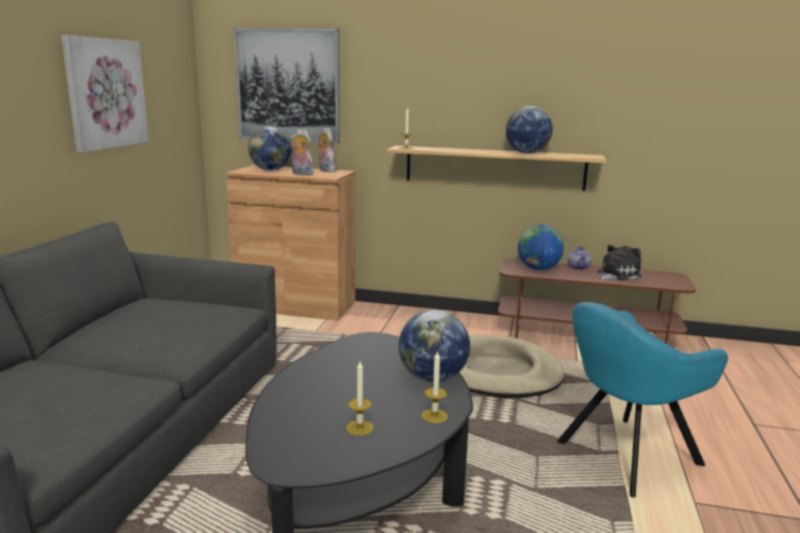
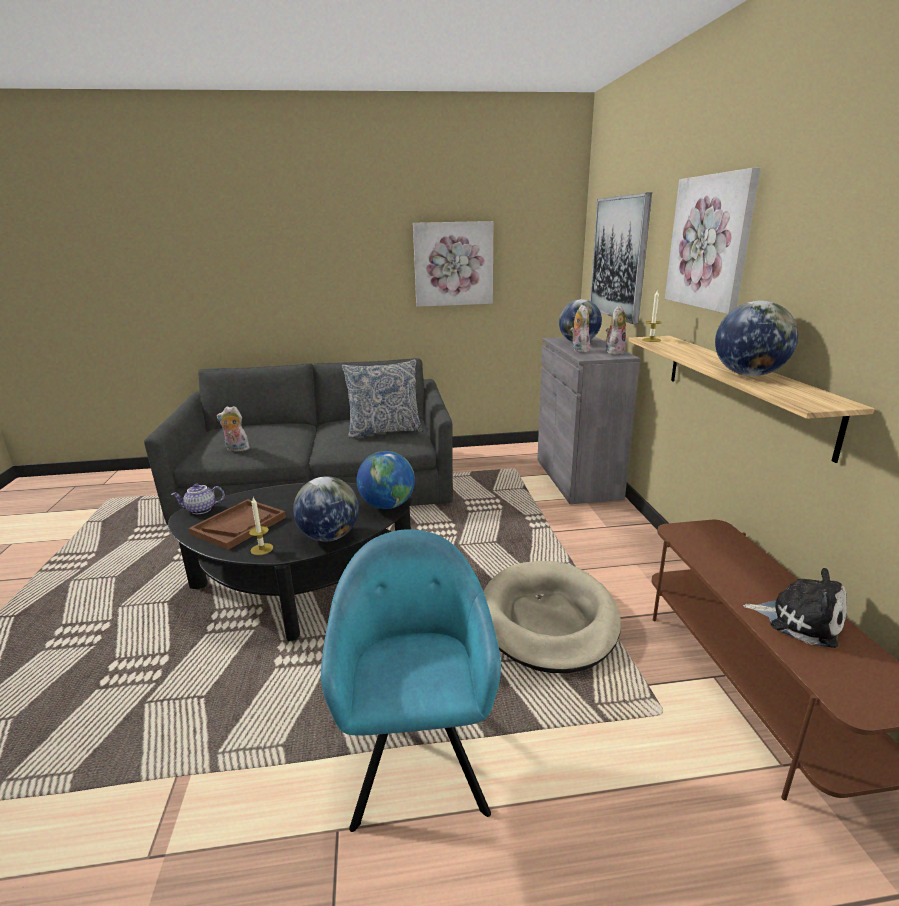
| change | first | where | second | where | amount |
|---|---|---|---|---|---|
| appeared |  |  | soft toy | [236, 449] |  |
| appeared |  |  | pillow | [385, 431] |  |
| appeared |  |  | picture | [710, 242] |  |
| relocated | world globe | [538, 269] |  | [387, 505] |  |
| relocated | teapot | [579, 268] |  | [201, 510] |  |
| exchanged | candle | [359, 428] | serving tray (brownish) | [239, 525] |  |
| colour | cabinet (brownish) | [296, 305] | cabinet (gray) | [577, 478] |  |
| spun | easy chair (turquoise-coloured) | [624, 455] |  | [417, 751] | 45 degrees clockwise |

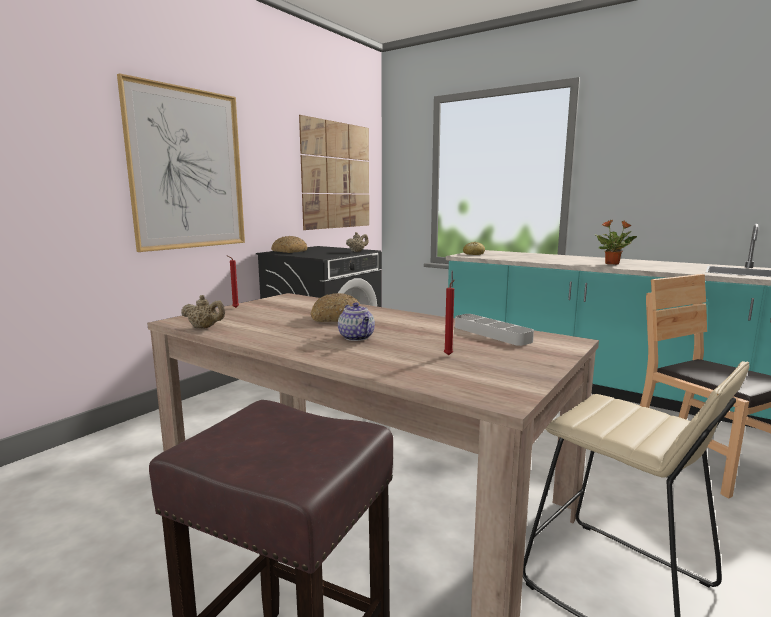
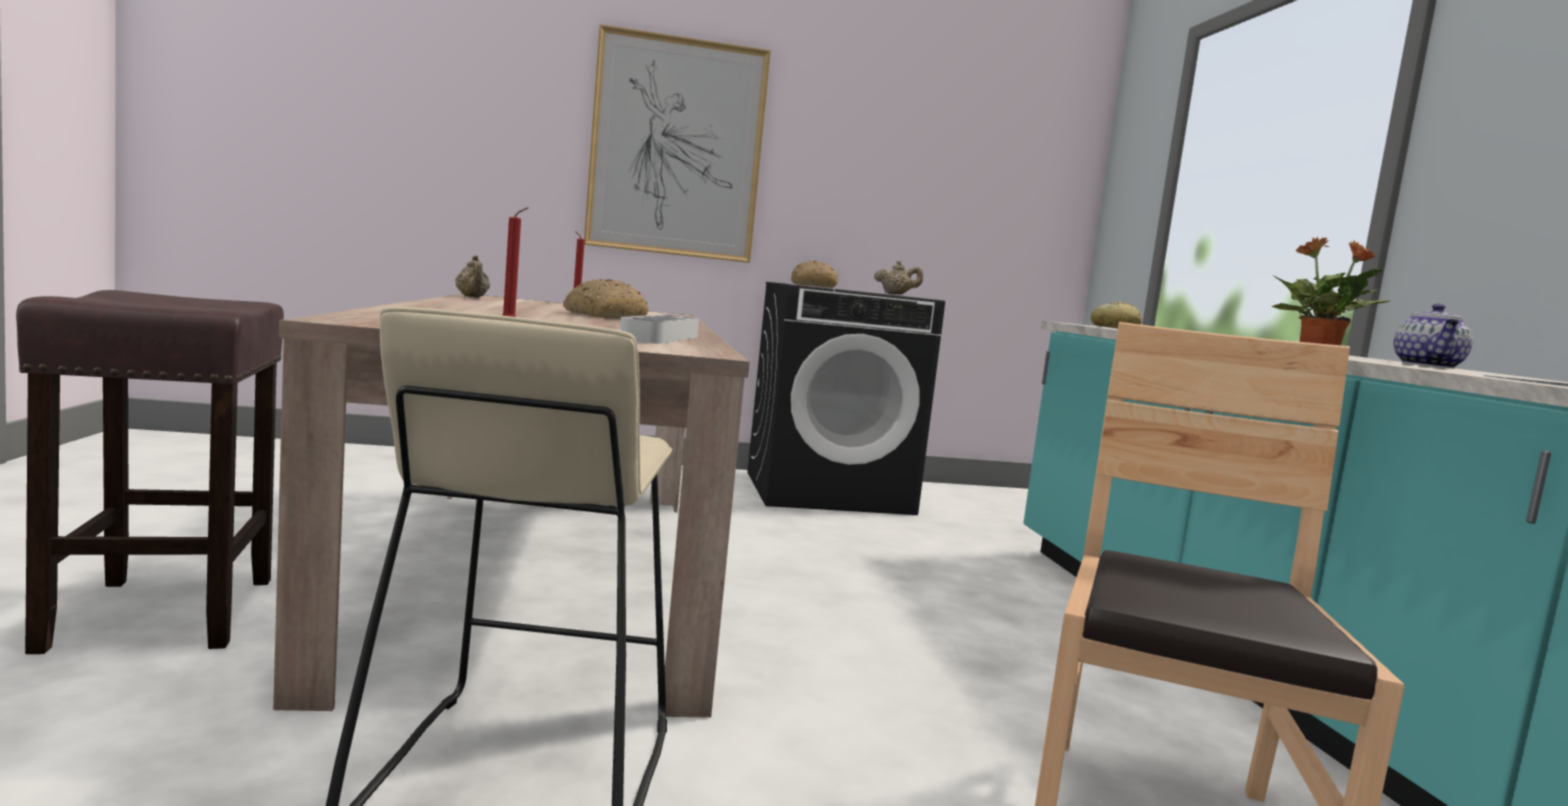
| change | first | where | second | where | amount |
|---|---|---|---|---|---|
| missing | picture | [336, 176] |  |  |  |
| relocated | teapot | [357, 337] |  | [1428, 366] |  |

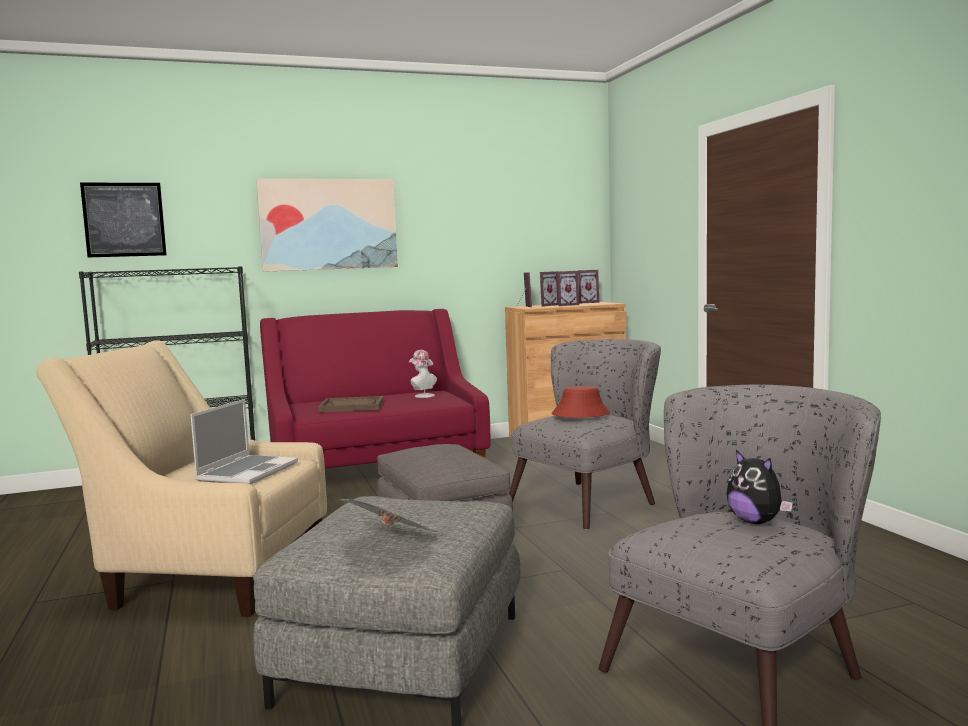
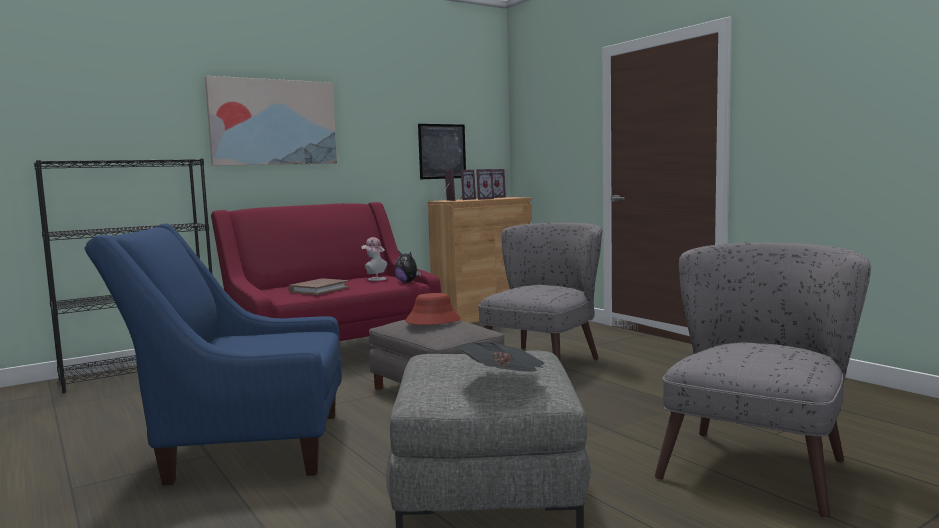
| change | first | where | second | where | amount |
|---|---|---|---|---|---|
| missing | notebook computer | [248, 472] |  |  |  |
| relocated | picture | [124, 219] |  | [442, 151] |  |
| relocated | hat (reddish) | [580, 414] |  | [432, 321] |  |
| relocated | soft toy | [756, 522] |  | [407, 282] |  |
| exchanged | serving tray (brownish) | [352, 406] | volume (brownish) | [319, 290] |  |
| colour | easy chair (beige) | [208, 576] | easy chair (blue-coloured) | [242, 447] |  |

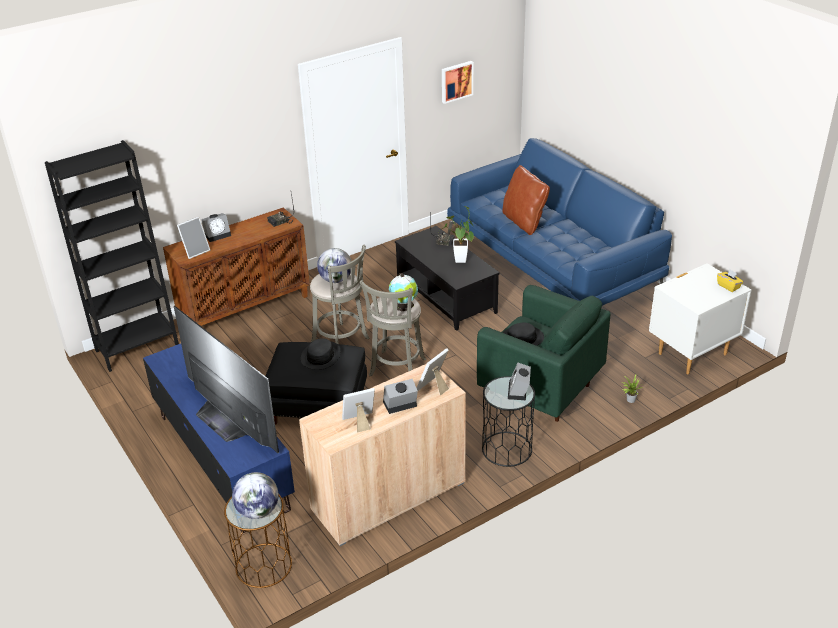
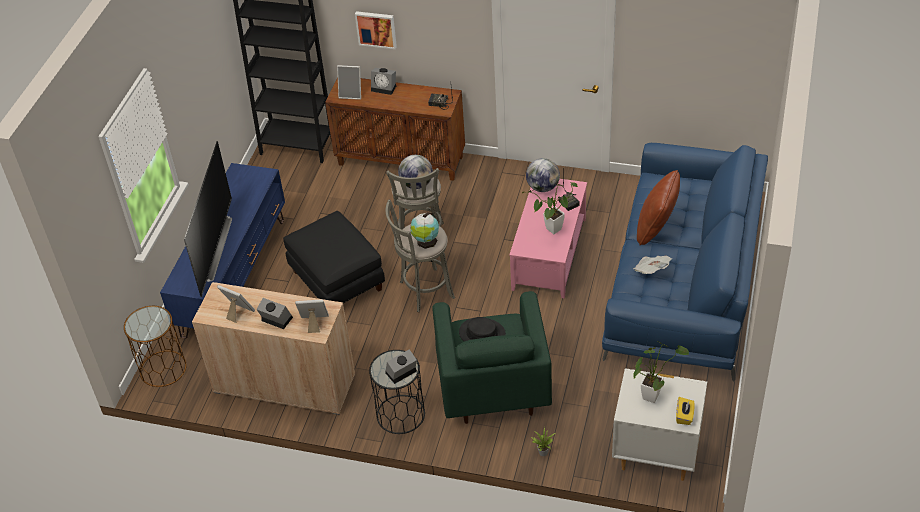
| change | first | where | second | where | amount |
|---|---|---|---|---|---|
| missing | hat (black-coloured) | [320, 356] |  |  |  |
| appeared |  |  | printed paper | [651, 270] |  |
| appeared |  |  | houseplant | [652, 394] |  |
| relocated | world globe | [258, 511] |  | [543, 187] |  |
| relocated | picture | [456, 81] |  | [376, 29] |  |
| colour | low table (black-coloured) | [447, 296] | low table (pink) | [550, 254] |  |

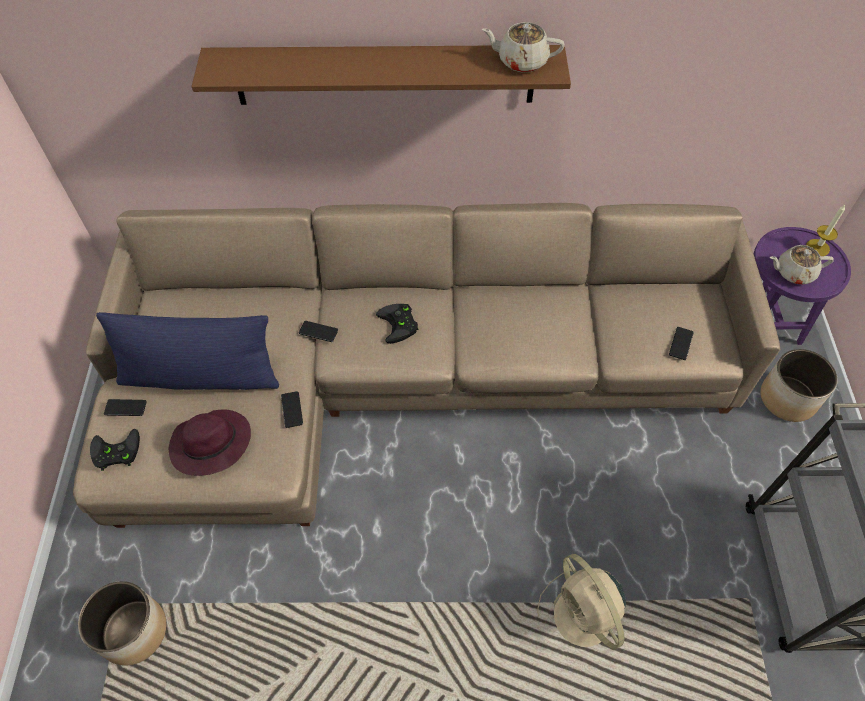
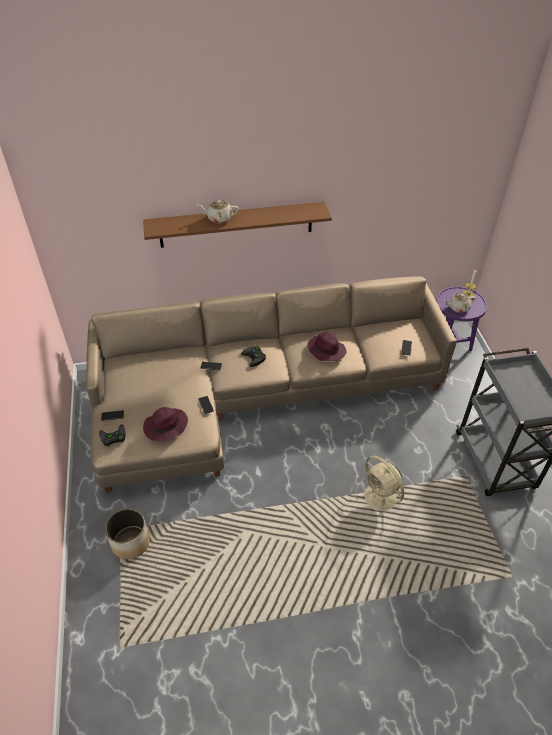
| change | first | where | second | where | amount |
|---|---|---|---|---|---|
| missing | pillow (blue-coloured) | [200, 376] |  |  |  |
| missing | flower pot | [787, 399] |  |  |  |
| appeared |  |  | hat (purple-coloured) | [326, 350] |  |
| relocated | teapot (beige) | [521, 61] |  | [219, 218] |  |

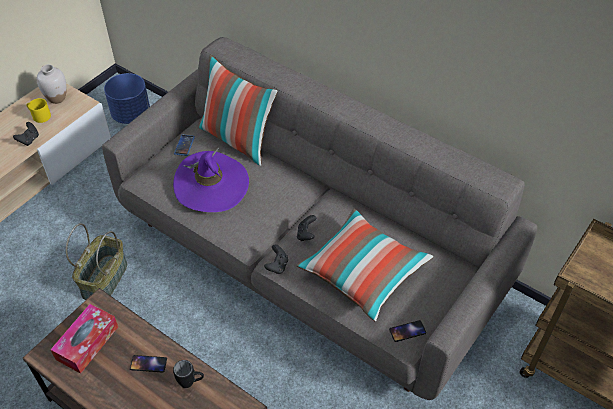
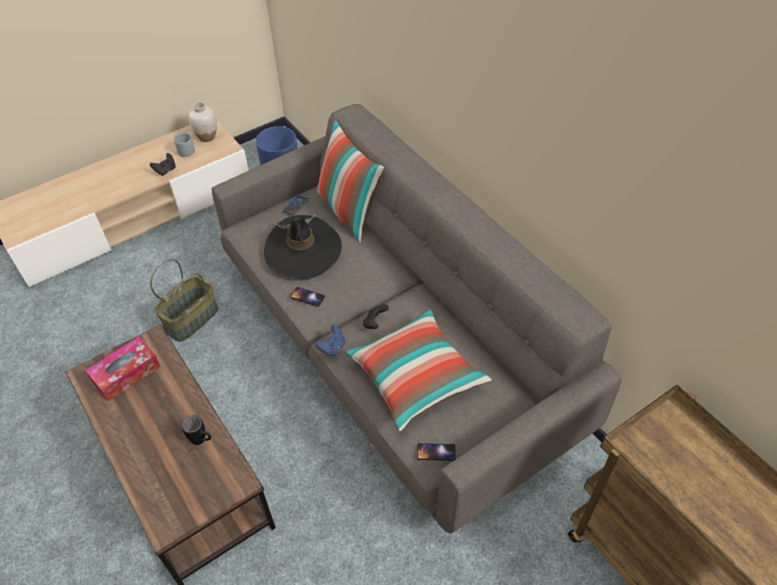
| change | first | where | second | where | amount |
|---|---|---|---|---|---|
| relocated | phone | [148, 364] |  | [307, 297] |  |
| colour | coffee mug (yellow) | [39, 116] | coffee mug (gray) | [184, 150] |  |
| colour | hat (purple-coloured) | [211, 185] | hat (black-coloured) | [303, 250] |  |
| colour | joypad (black-coloured) | [277, 266] | joypad (blue-coloured) | [332, 347] |  |

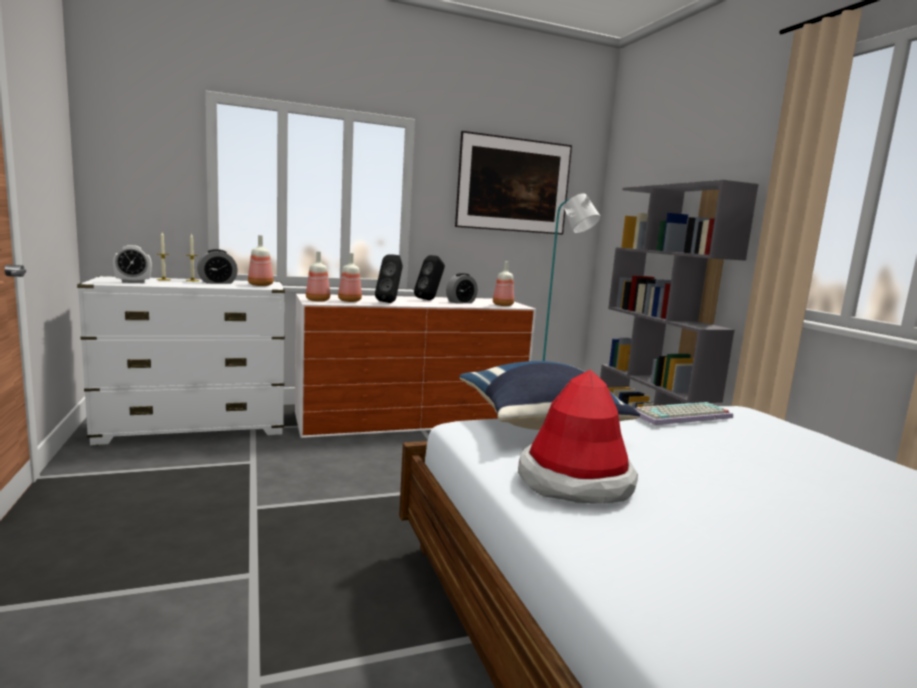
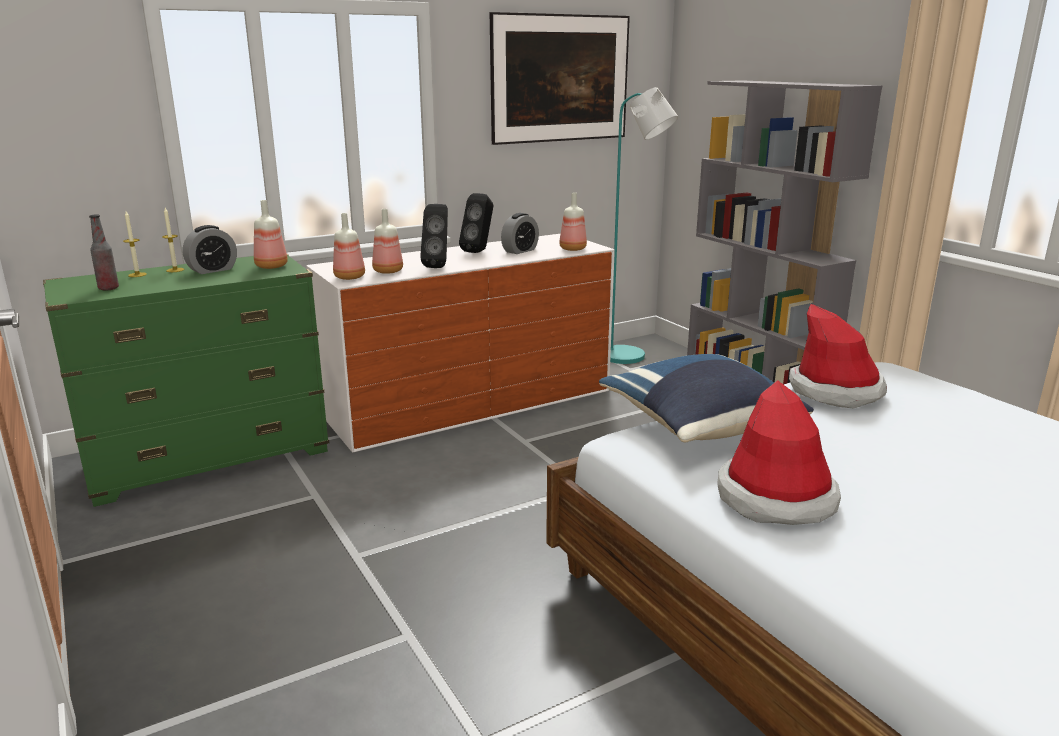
| change | first | where | second | where | amount |
|---|---|---|---|---|---|
| exchanged | bedside clock | [133, 282] | drink bottle | [108, 288] |  |
| exchanged | PC keyboard | [682, 416] | hat | [835, 391] |  |
| colour | chest of drawers (whitish) | [195, 428] | chest of drawers (greenish) | [209, 459] |  |

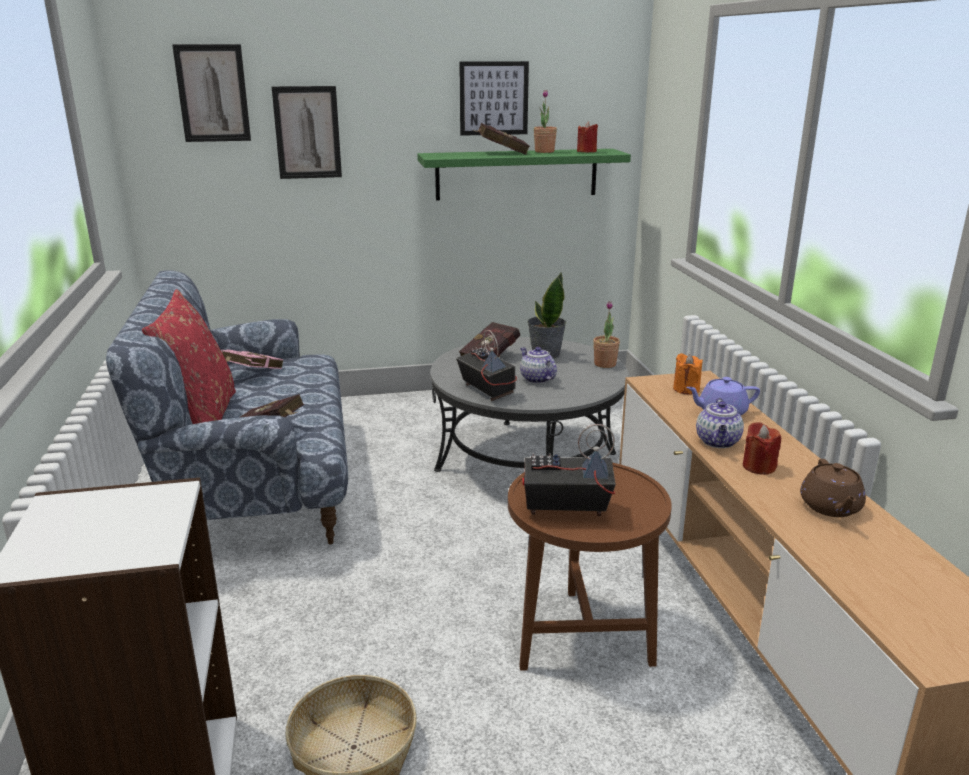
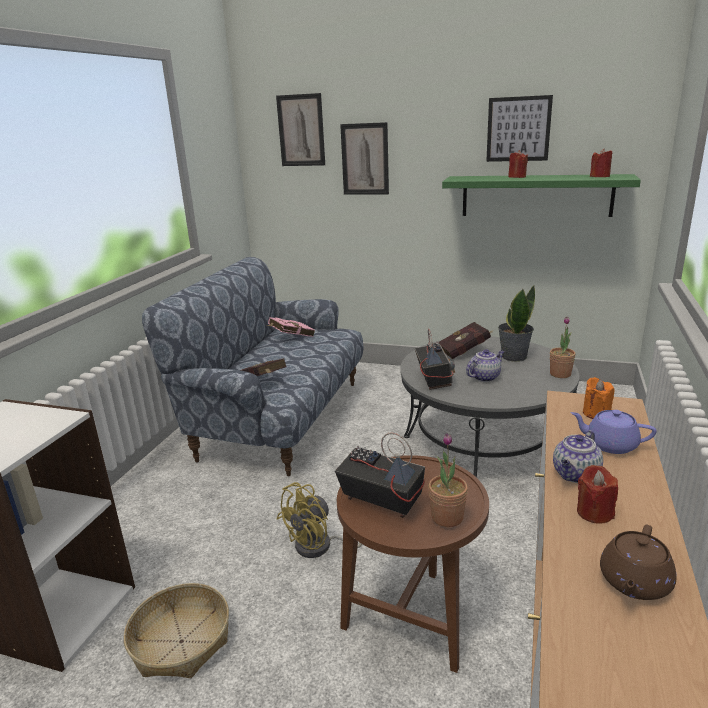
| change | first | where | second | where | amount |
|---|---|---|---|---|---|
| missing | pillow (reddish) | [201, 417] |  |  |  |
| appeared |  |  | fan (yellow) | [321, 546] |  |
| relocated | houseplant | [544, 151] |  | [447, 517] |  |
| exchanged | volume (reddish) | [500, 153] | candle (reddish) | [517, 177] |  |
| spun | teapot | [536, 379] |  | [485, 377] | 60 degrees clockwise |

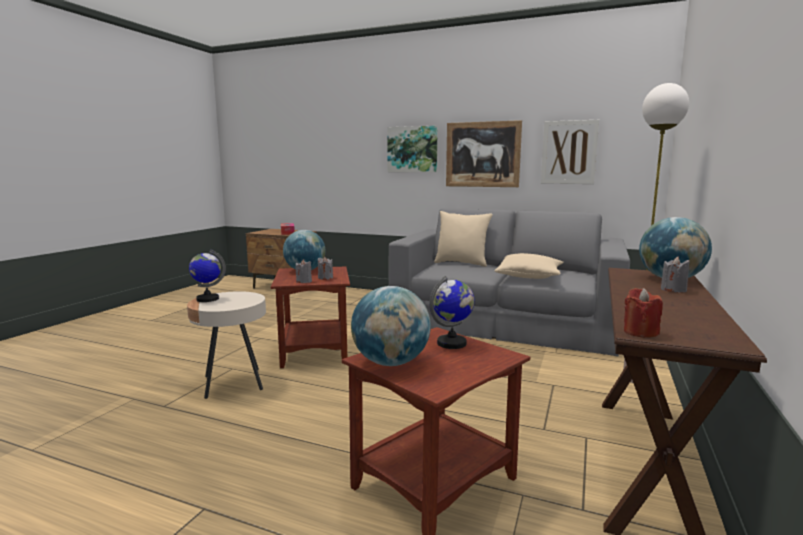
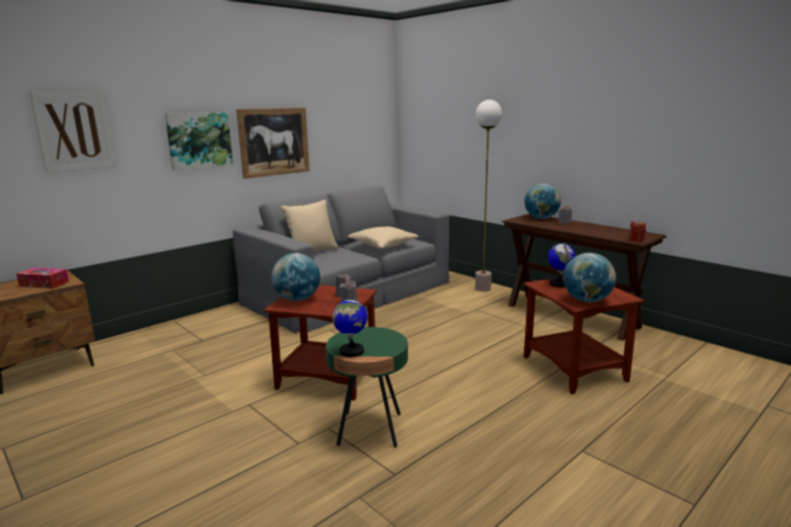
| change | first | where | second | where | amount |
|---|---|---|---|---|---|
| relocated | picture | [569, 152] |  | [74, 131] |  |
| colour | accent table (beige) | [233, 383] | accent table (greenish) | [369, 429] |  |

